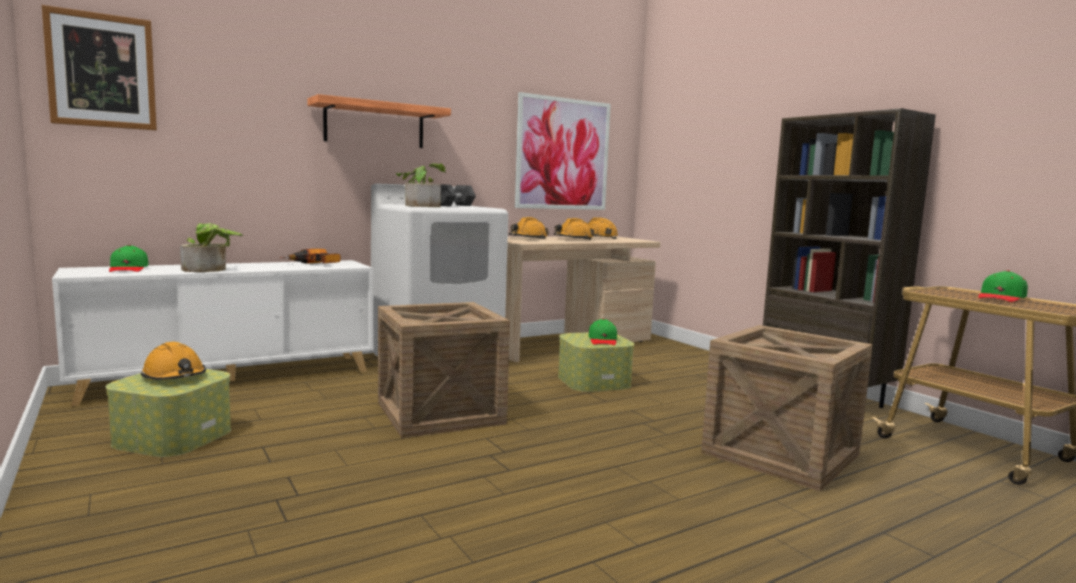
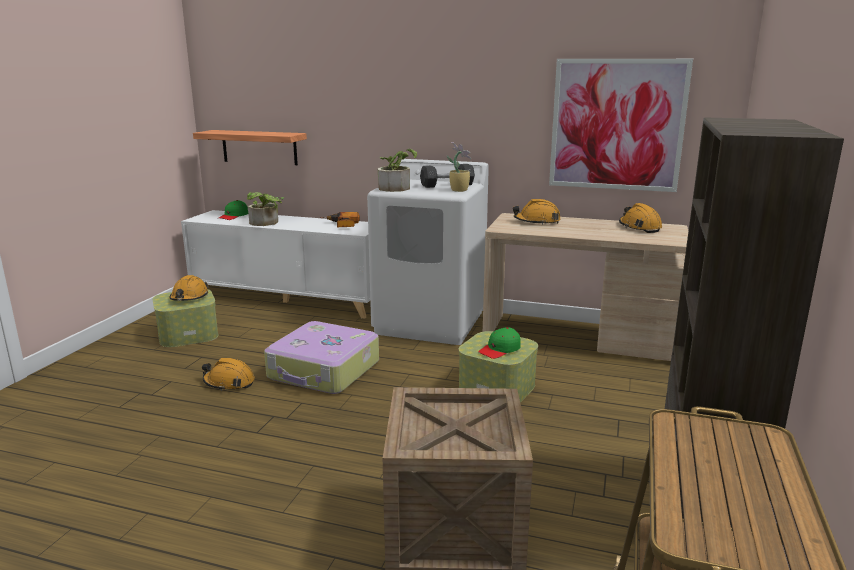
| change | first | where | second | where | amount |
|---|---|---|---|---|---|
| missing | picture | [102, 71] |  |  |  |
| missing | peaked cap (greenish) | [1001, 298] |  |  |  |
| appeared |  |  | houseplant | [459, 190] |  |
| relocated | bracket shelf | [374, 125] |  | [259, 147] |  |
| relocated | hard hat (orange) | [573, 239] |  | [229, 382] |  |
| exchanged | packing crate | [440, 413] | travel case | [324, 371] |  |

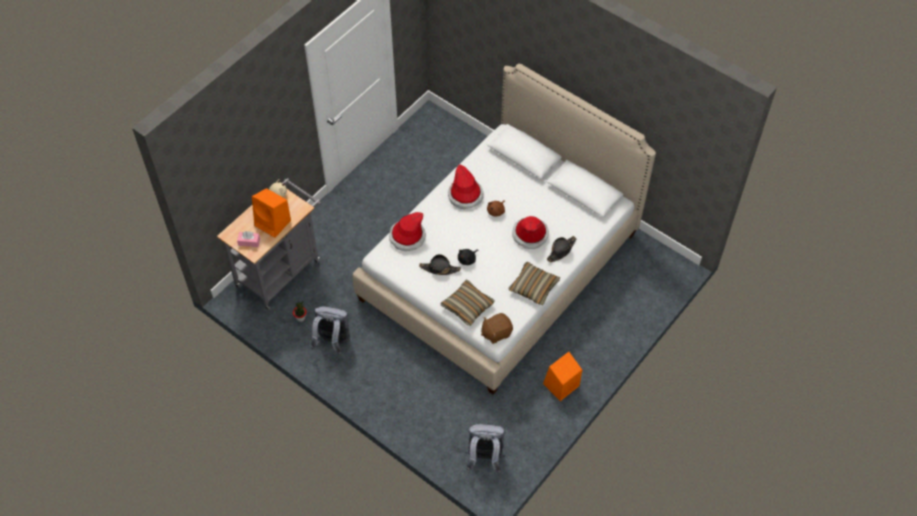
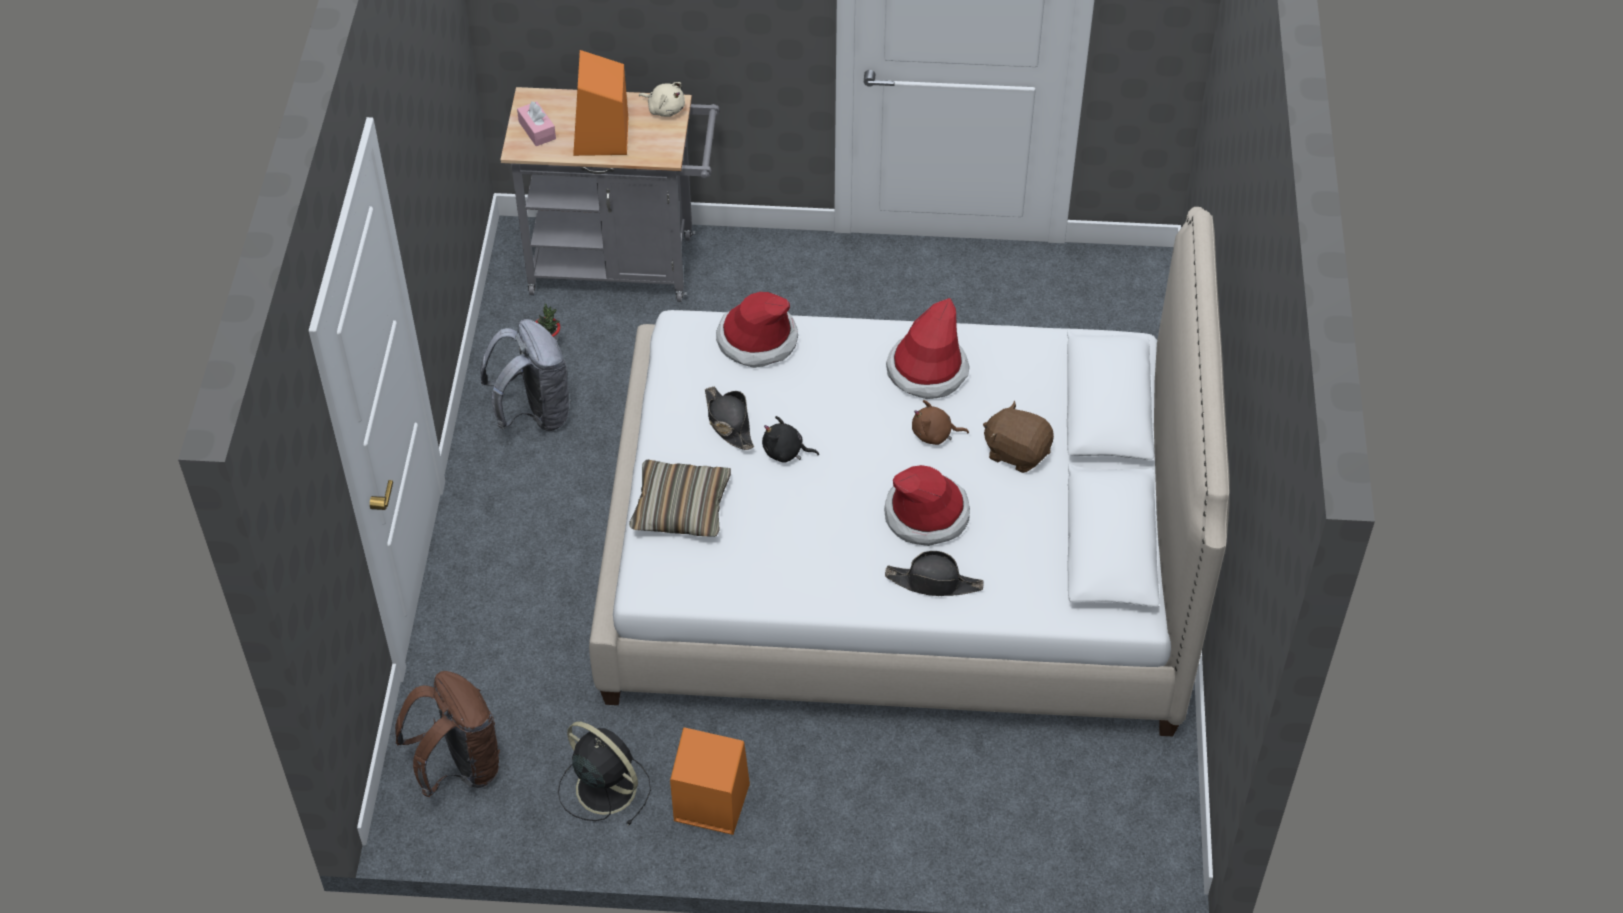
| change | first | where | second | where | amount |
|---|---|---|---|---|---|
| missing | pillow | [533, 287] |  |  |  |
| appeared |  |  | fan (black-coloured) | [604, 786] |  |
| relocated | soft toy (brownish) | [496, 333] |  | [1017, 452] |  |
| colour | rucksack (gray) | [484, 458] | rucksack (brownish) | [459, 767] |  |

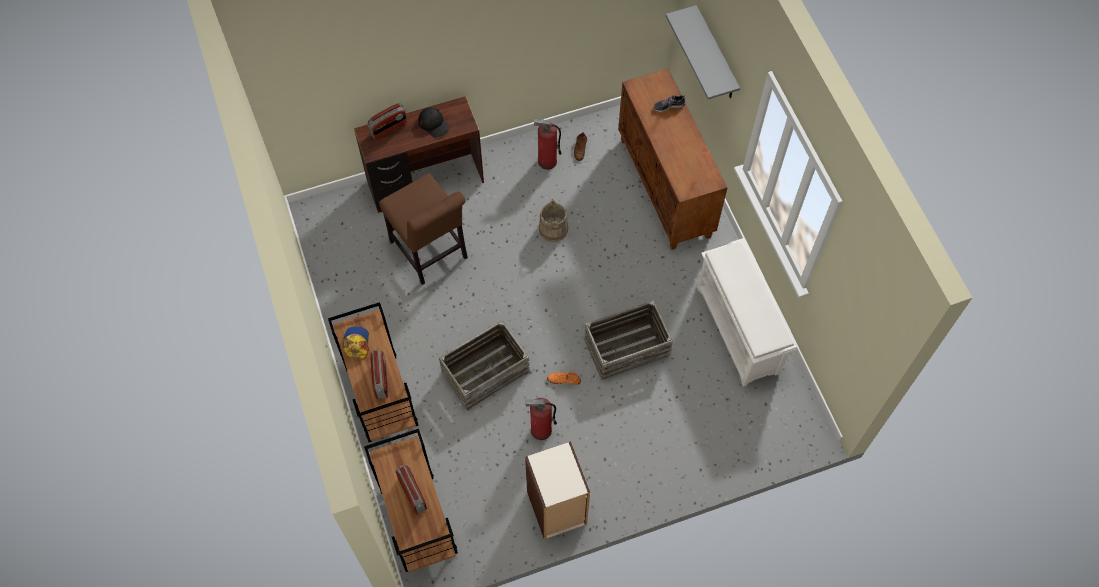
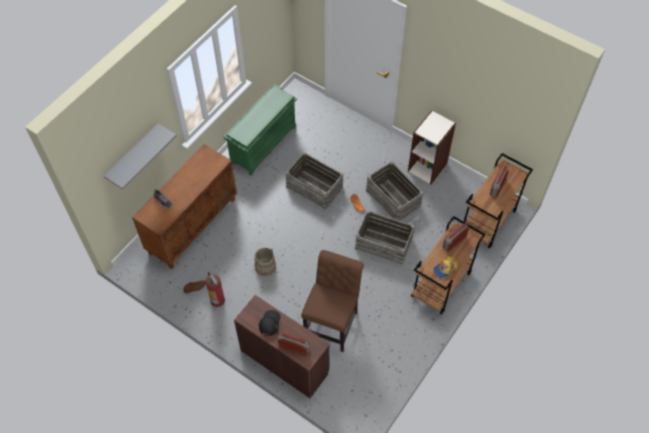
| change | first | where | second | where | amount |
|---|---|---|---|---|---|
| exchanged | fire-fighting cylinder | [541, 430] | packing crate | [393, 198] |  |
| colour | shoe stand (whitish) | [739, 330] | shoe stand (greenish) | [263, 144] |  |

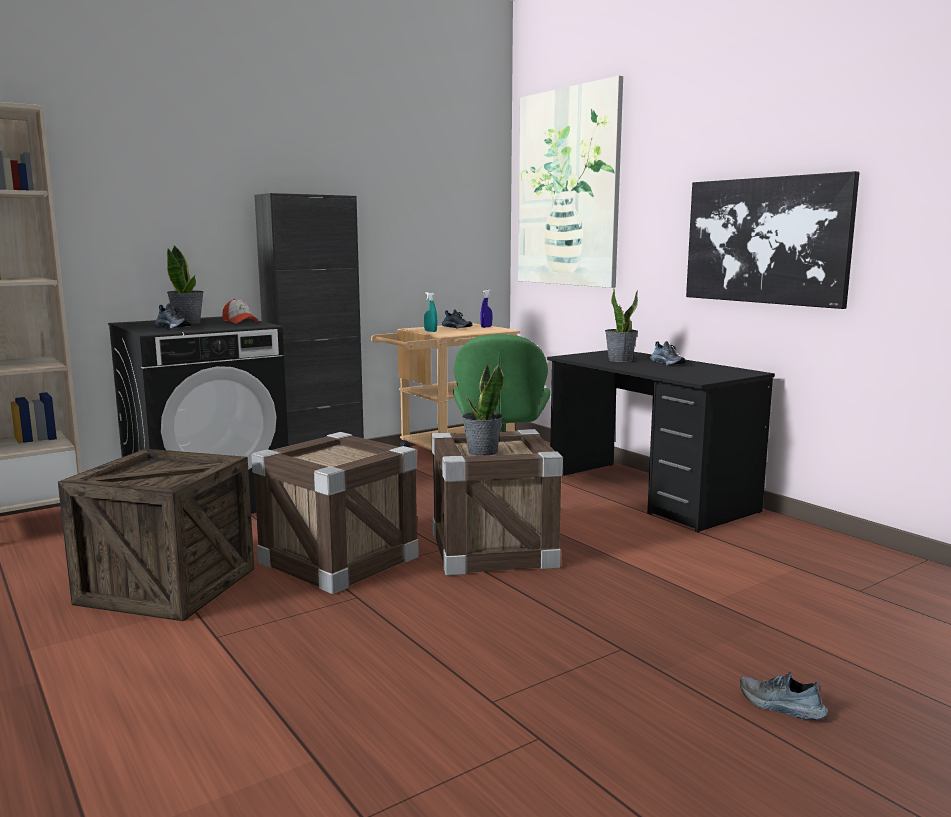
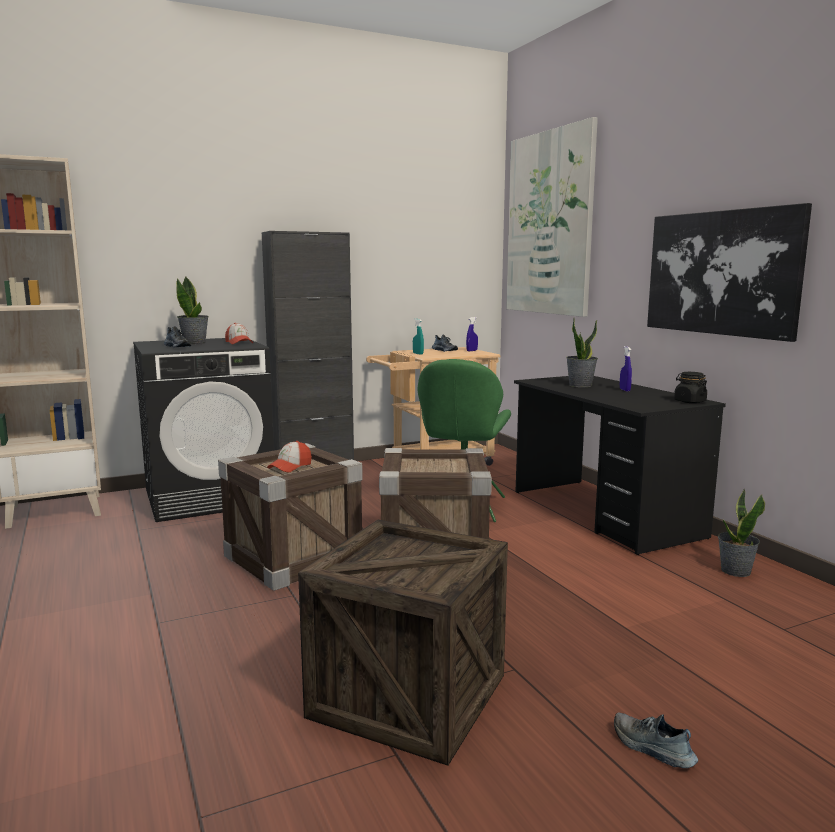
| change | first | where | second | where | amount |
|---|---|---|---|---|---|
| appeared |  |  | peaked cap | [290, 467] |  |
| appeared |  |  | storage jar (black-coloured) | [689, 401] |  |
| relocated | packing crate | [167, 586] |  | [408, 695] |  |
| relocated | houseplant | [482, 452] |  | [735, 571] |  |
| exchanged | low shoe | [668, 363] | sprayer (blue-coloured) | [624, 390] |  |

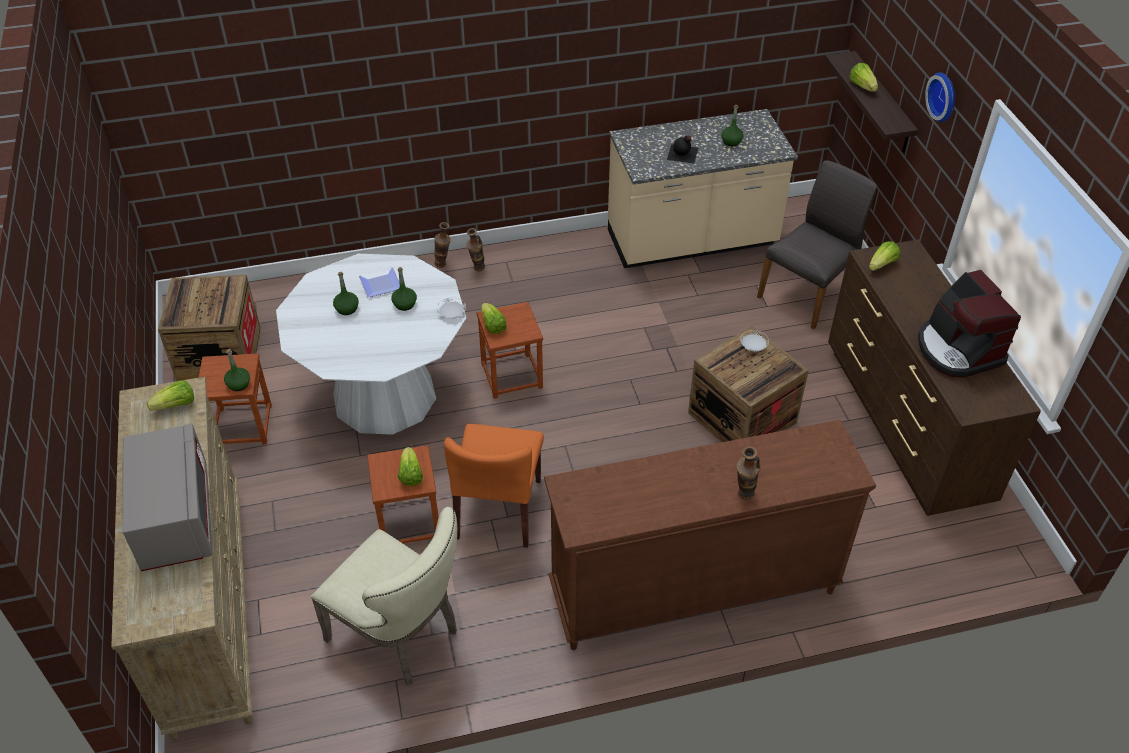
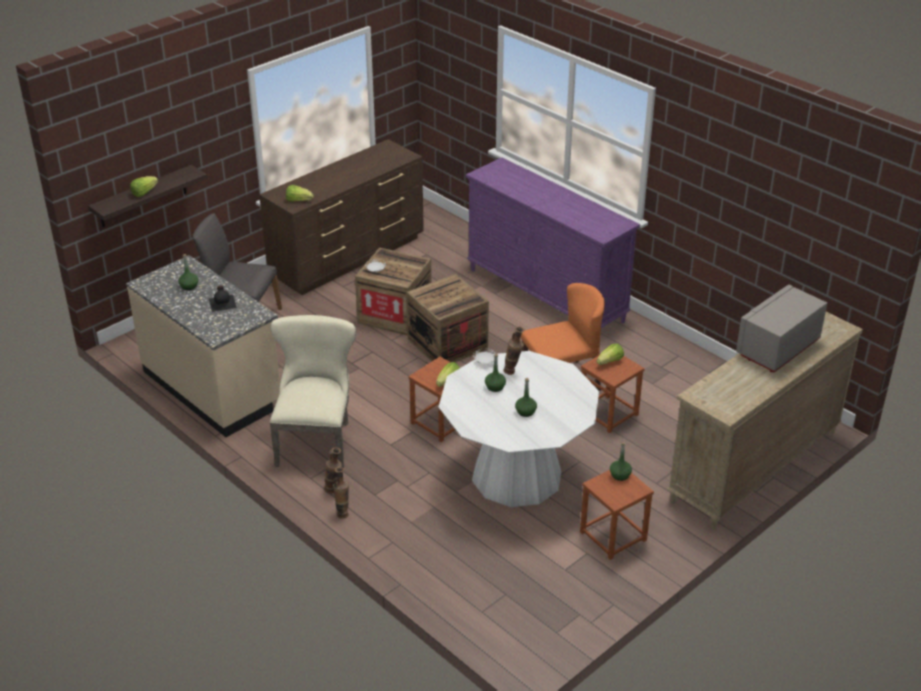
| change | first | where | second | where | amount |
|---|---|---|---|---|---|
| missing | lettuce | [176, 405] |  |  |  |
| missing | dinner plate | [379, 285] |  |  |  |
| missing | coffee maker | [957, 349] |  |  |  |
| missing | clock on the wall | [944, 96] |  |  |  |
| relocated | packing crate | [219, 354] |  | [447, 344] |  |
| relocated | plain chair (beige) | [401, 636] |  | [316, 440] |  |
| relocated | vase | [743, 497] |  | [513, 372] |  |
| colour | chest of drawers (brownish) | [692, 591] | chest of drawers (purple-coloured) | [546, 296] |  |

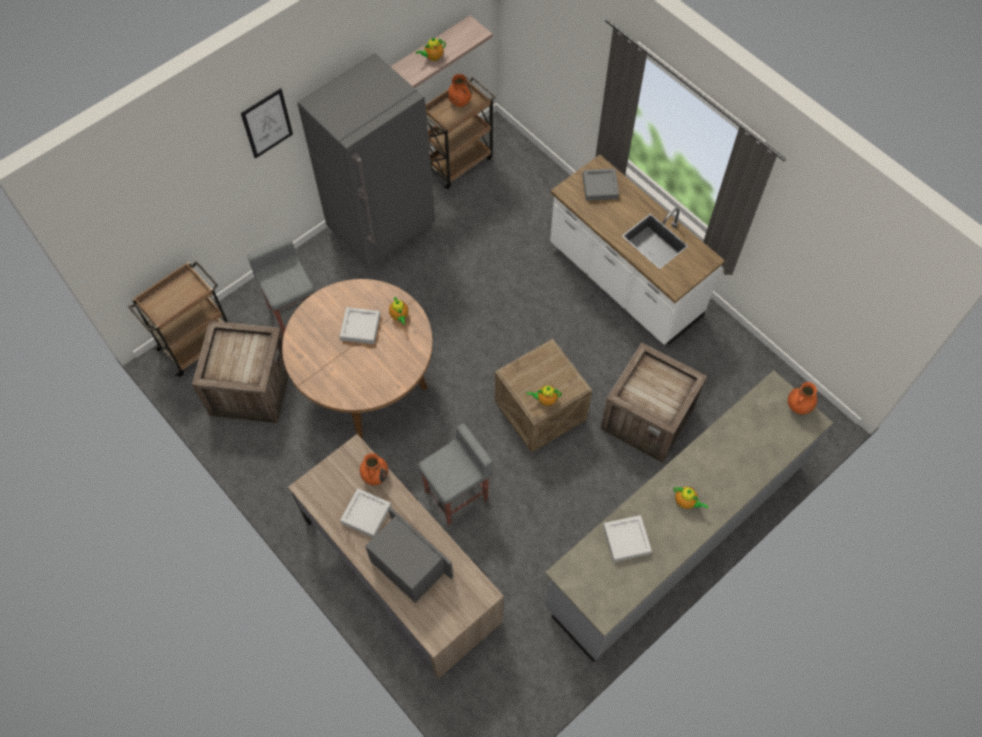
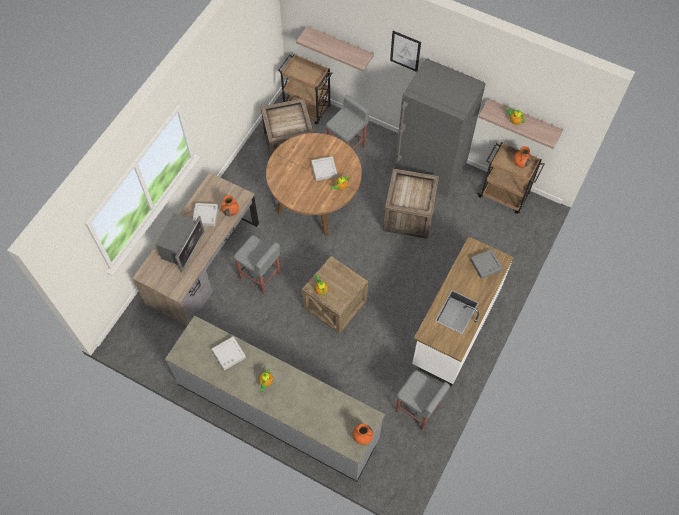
| change | first | where | second | where | amount |
|---|---|---|---|---|---|
| appeared |  |  | bracket shelf | [340, 45] |  |
| appeared |  |  | sitting stool (gray) | [417, 409] |  |
| relocated | packing crate | [649, 417] |  | [409, 216] |  |

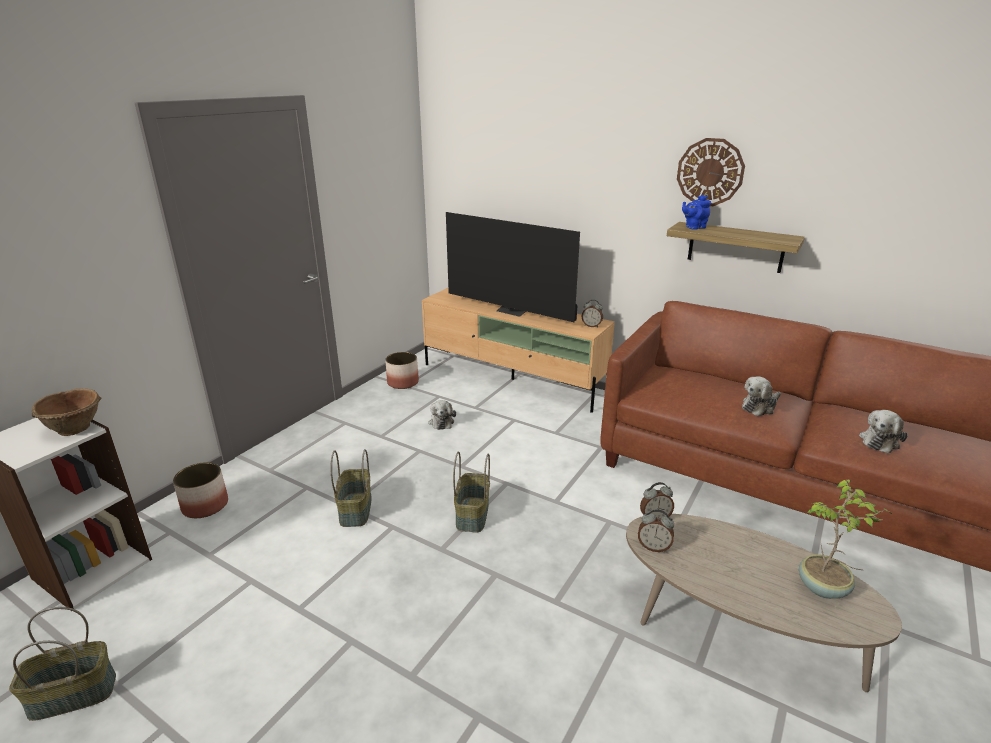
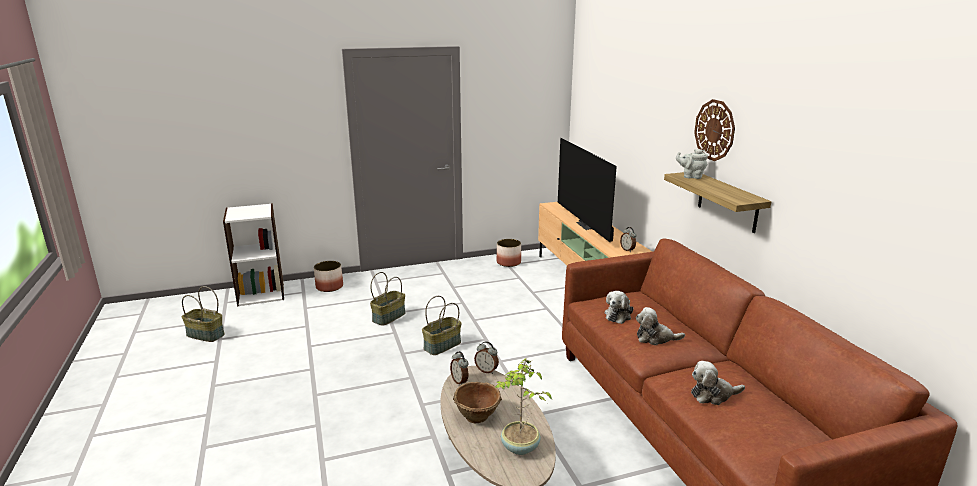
| change | first | where | second | where | amount |
|---|---|---|---|---|---|
| relocated | serving bowl (brownish) | [75, 428] |  | [477, 416] |  |
| relocated | soft toy | [441, 421] |  | [619, 315] |  |
| colour | teapot (blue-coloured) | [694, 227] | teapot (gray) | [691, 176] |  |

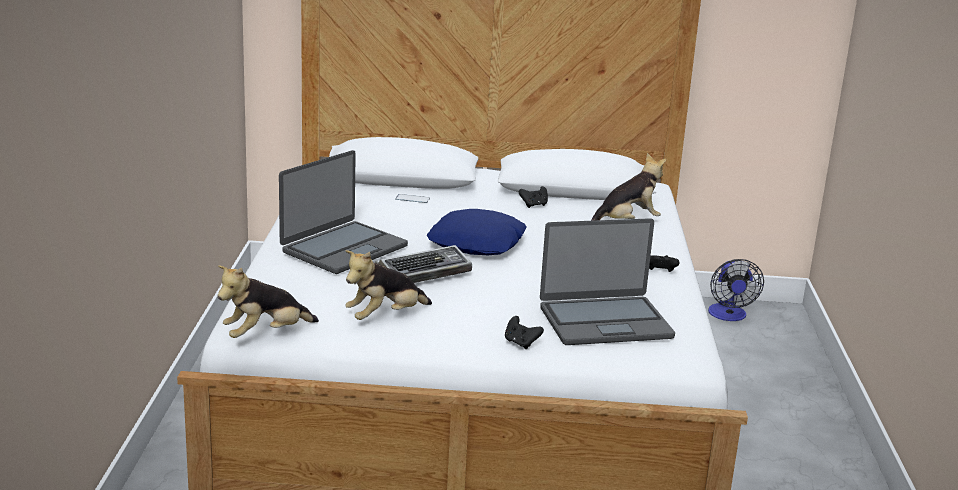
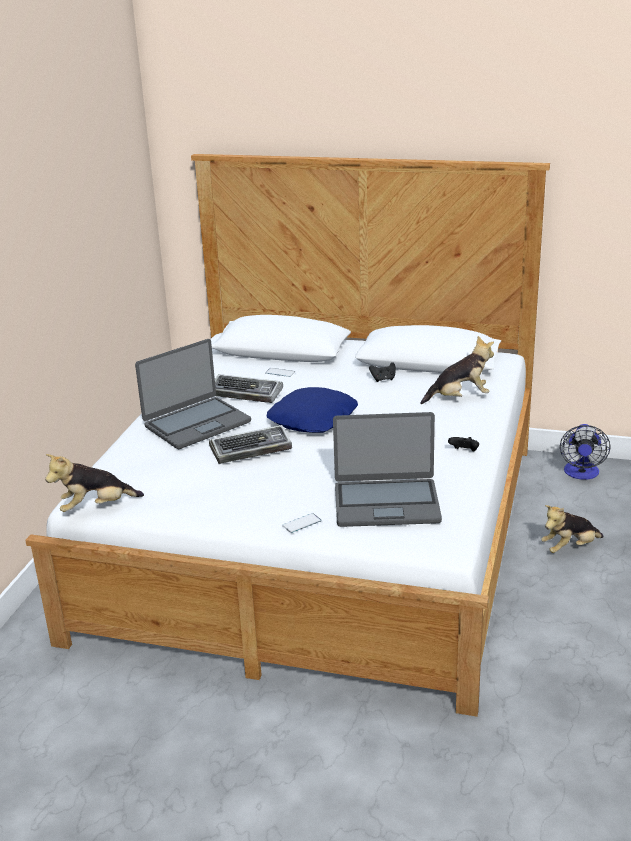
| change | first | where | second | where | amount |
|---|---|---|---|---|---|
| appeared |  |  | PC keyboard | [247, 393] |  |
| relocated | soft toy | [385, 317] |  | [569, 548] |  |
| exchanged | joypad (black-coloured) | [521, 343] | phone | [302, 523] |  |

